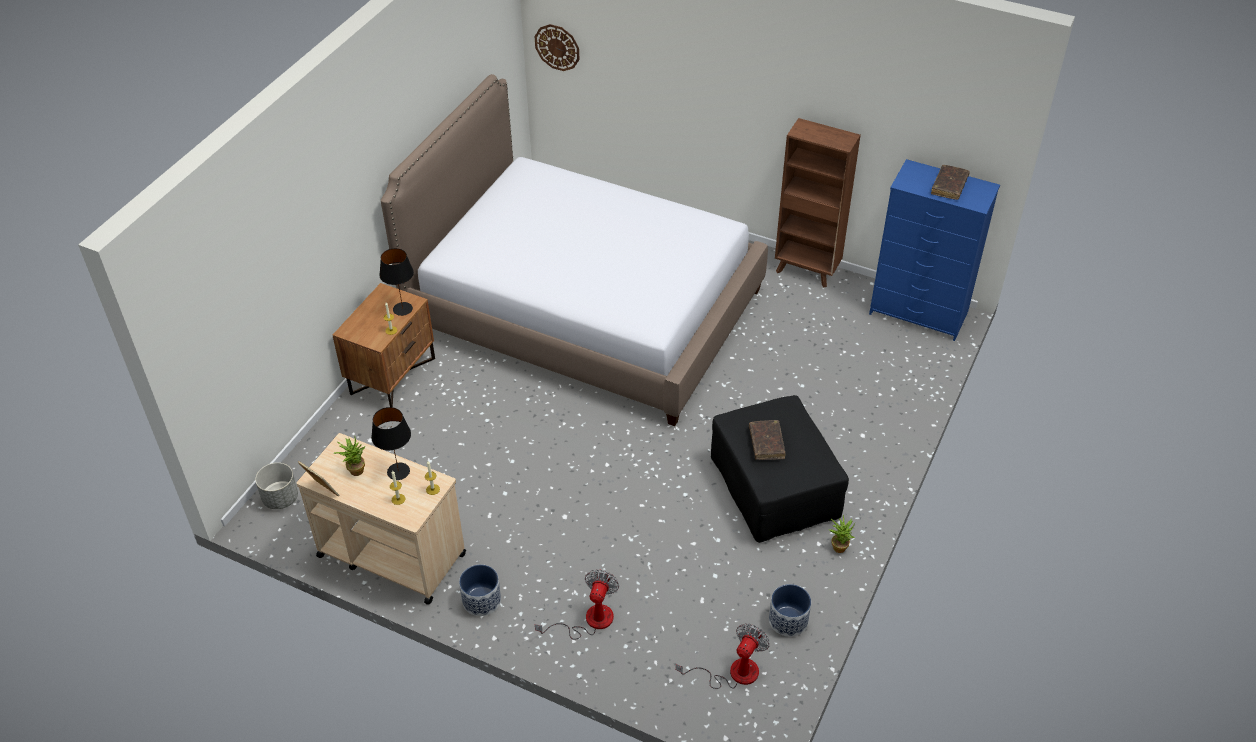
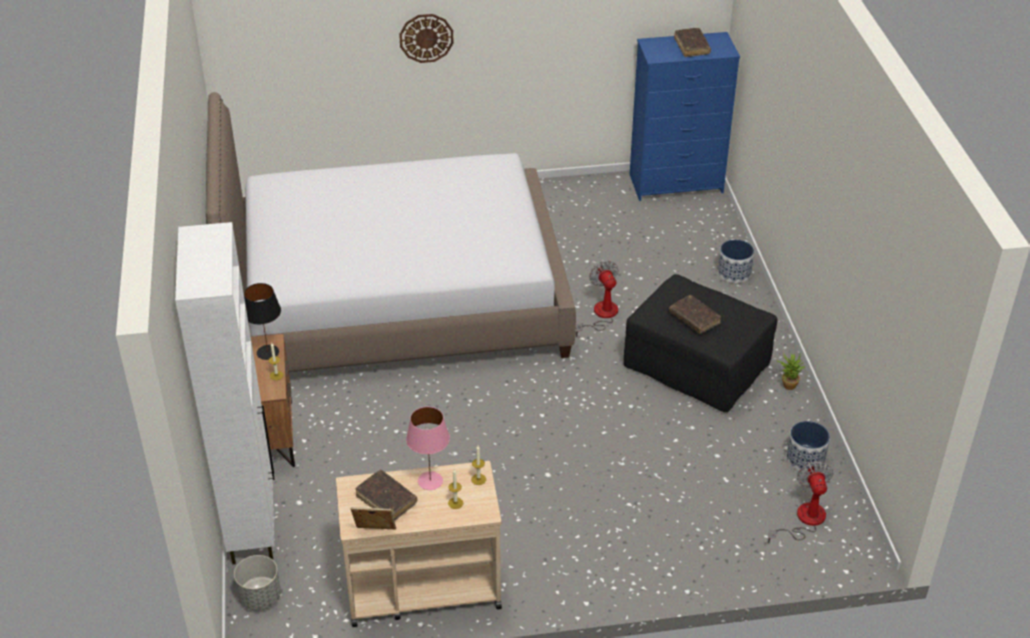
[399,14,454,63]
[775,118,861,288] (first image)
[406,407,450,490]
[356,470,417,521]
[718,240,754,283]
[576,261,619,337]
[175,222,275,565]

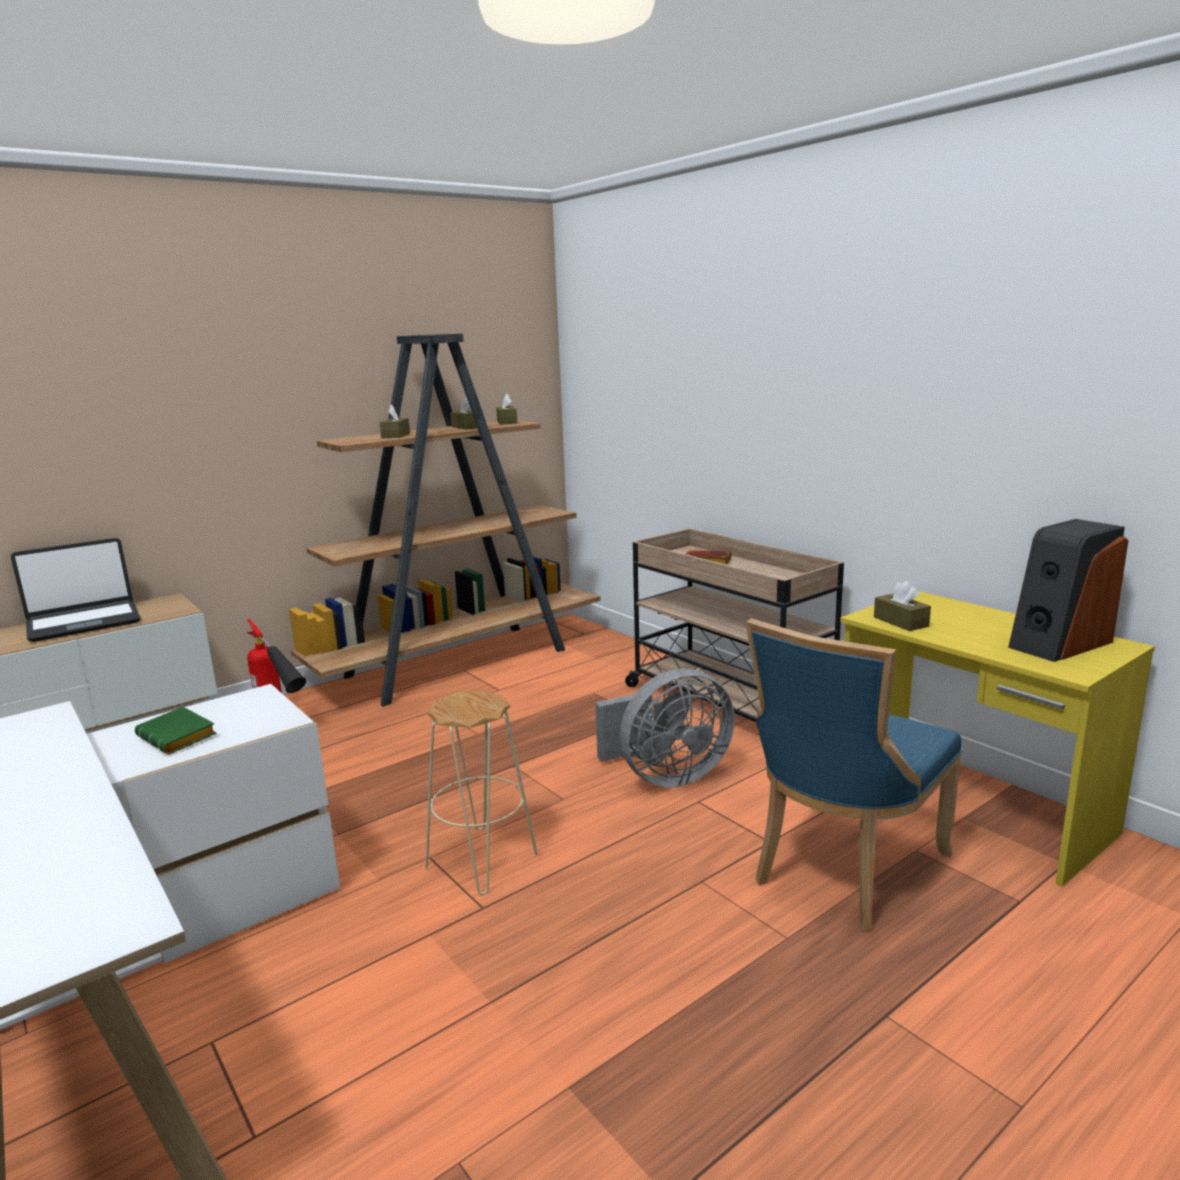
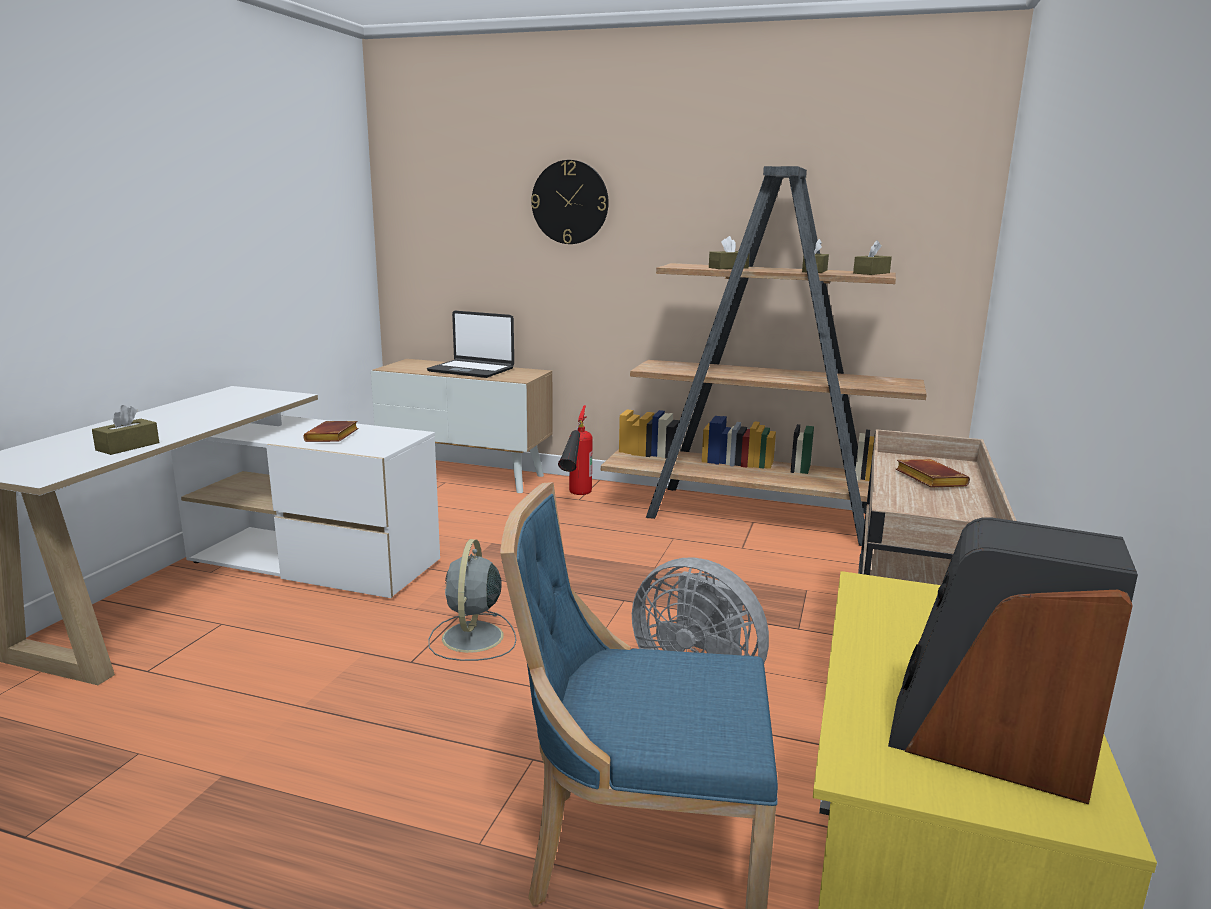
[92,405,159,455]
[428,539,516,661]
[303,421,359,442]
[531,160,609,244]

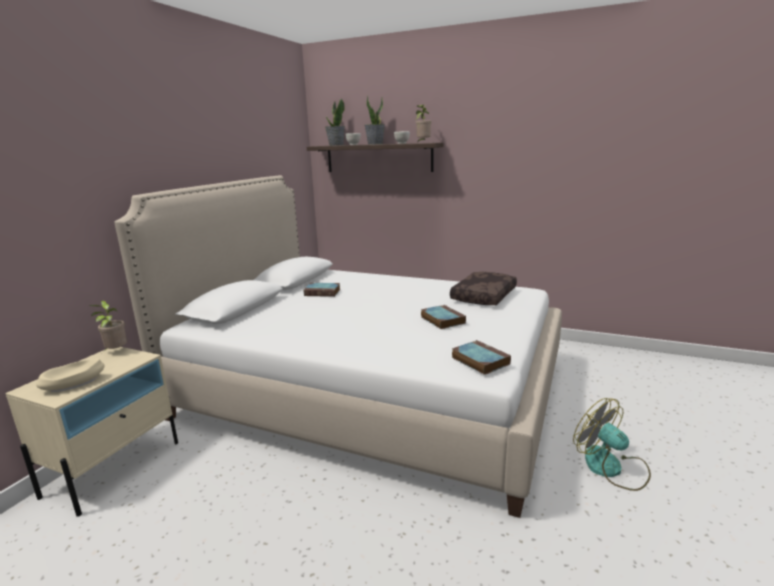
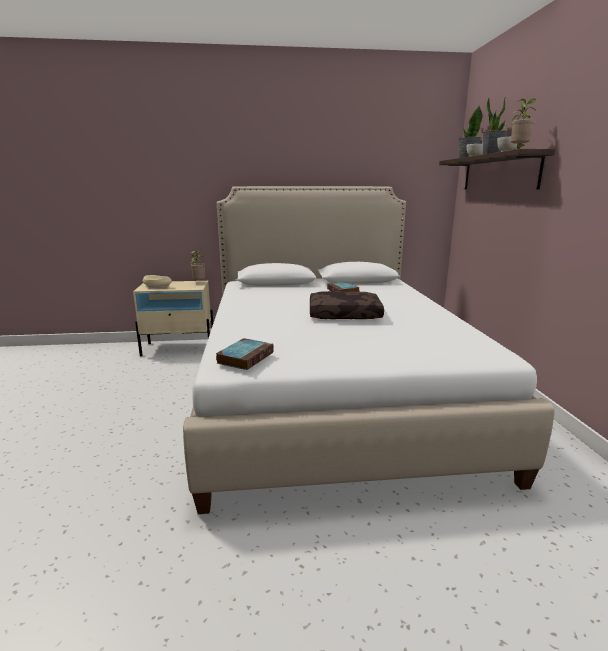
[310,291,384,319]
[421,305,466,329] (first image)
[573,398,651,491] (first image)

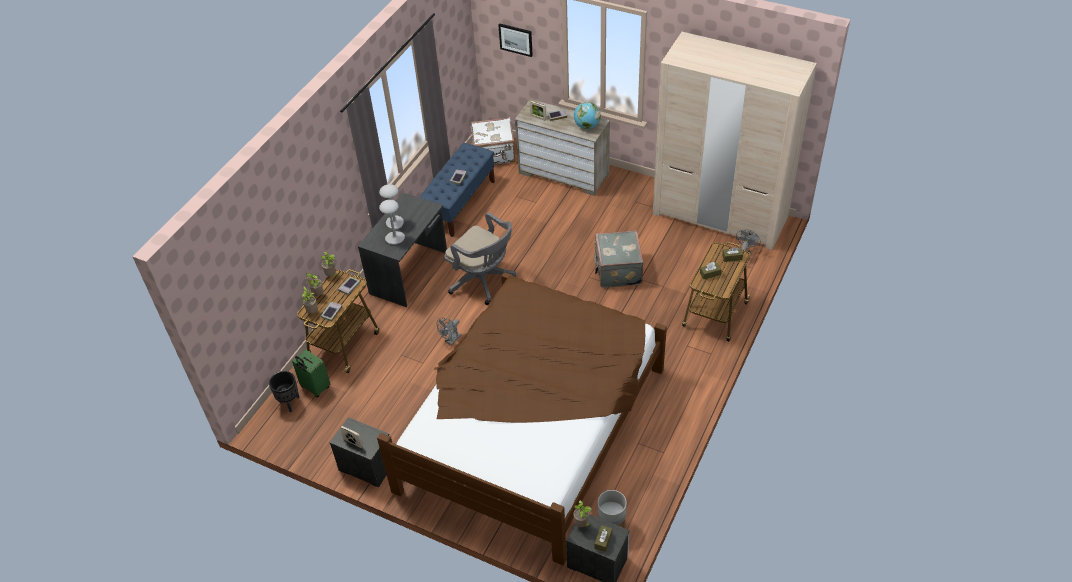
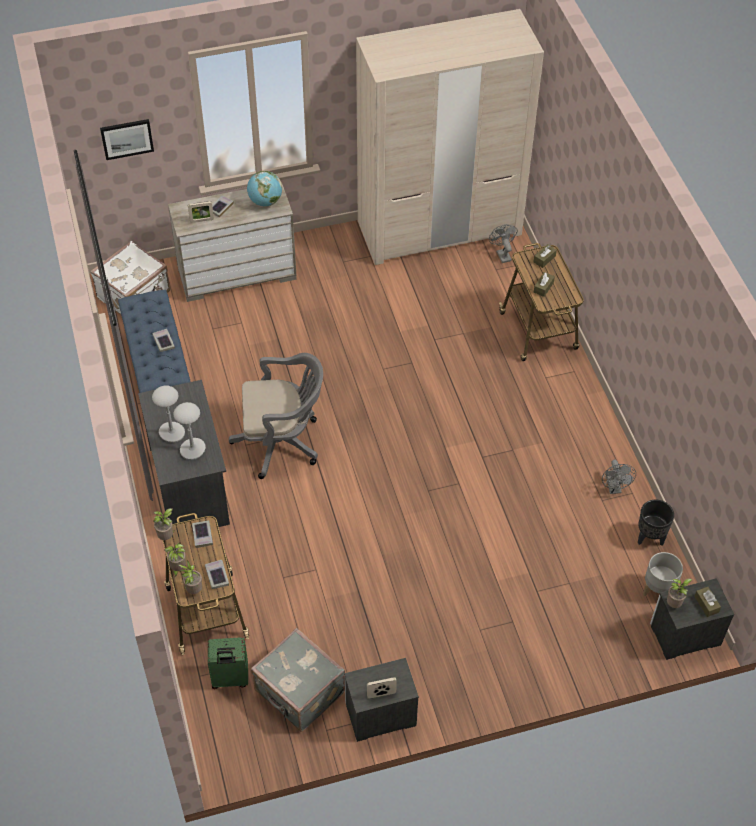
[251,628,345,732]
[377,272,667,565] (first image)
[602,459,636,494]
[638,500,674,546]

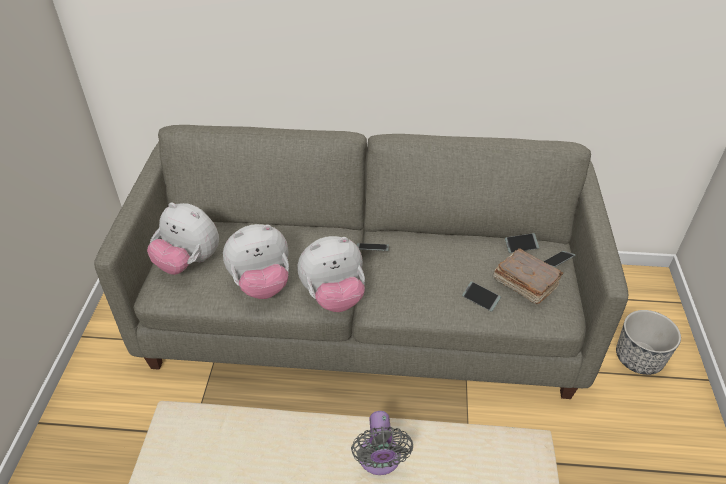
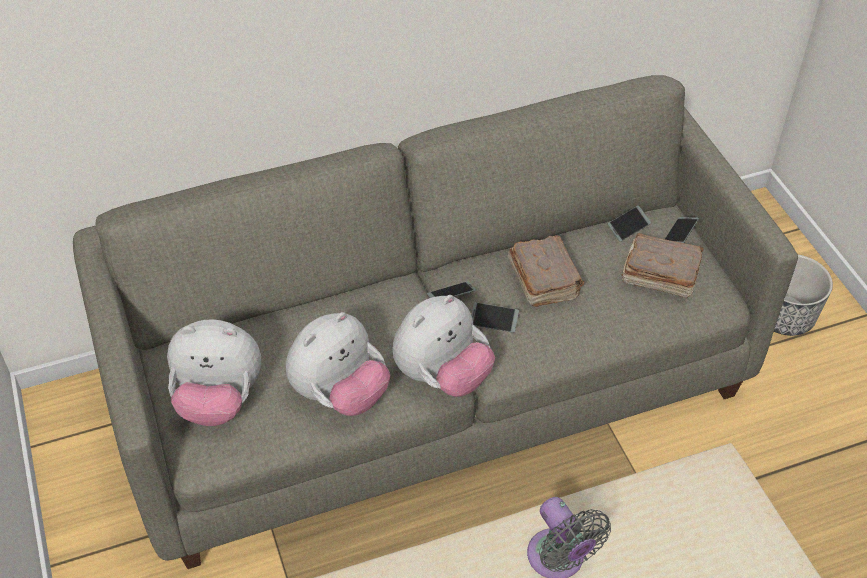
[471,302,519,333]
[508,235,584,307]

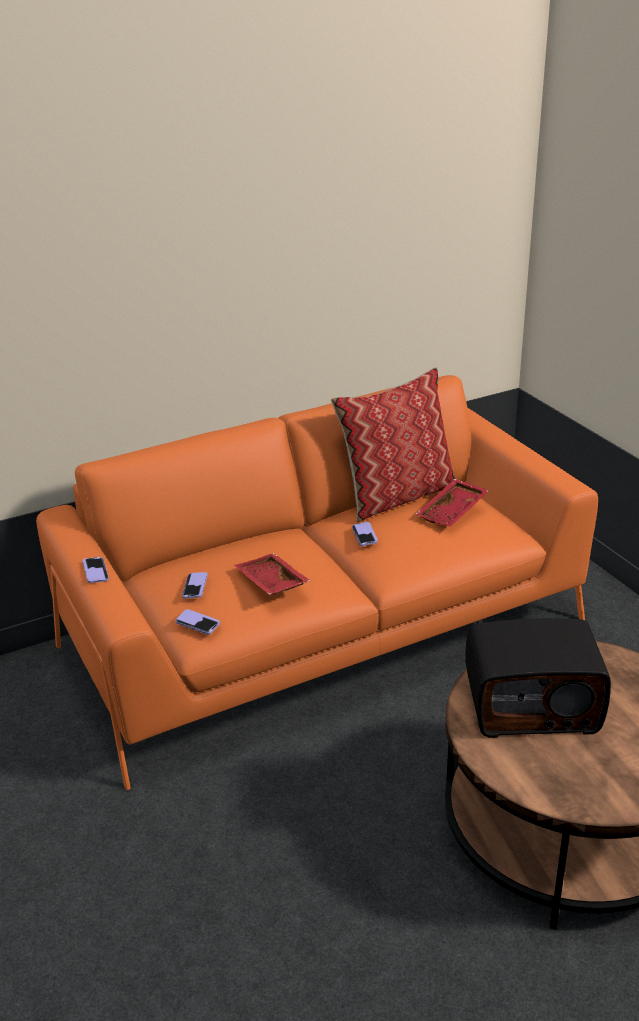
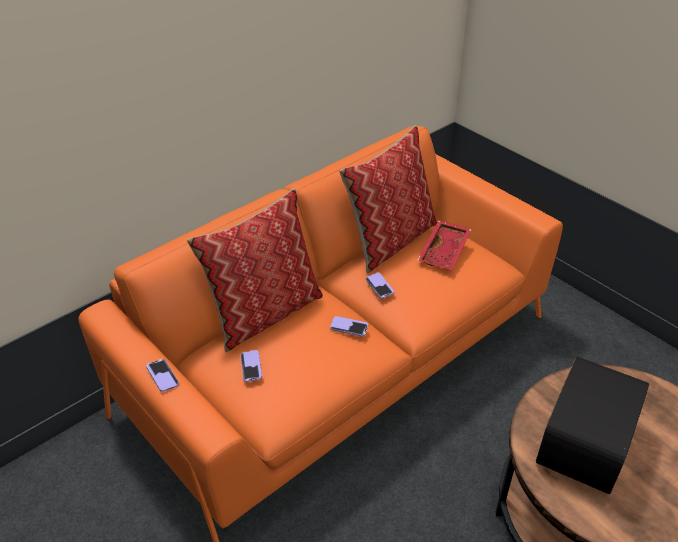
[234,553,311,595] (first image)
[330,316,368,337]
[536,357,649,494]
[187,188,323,352]

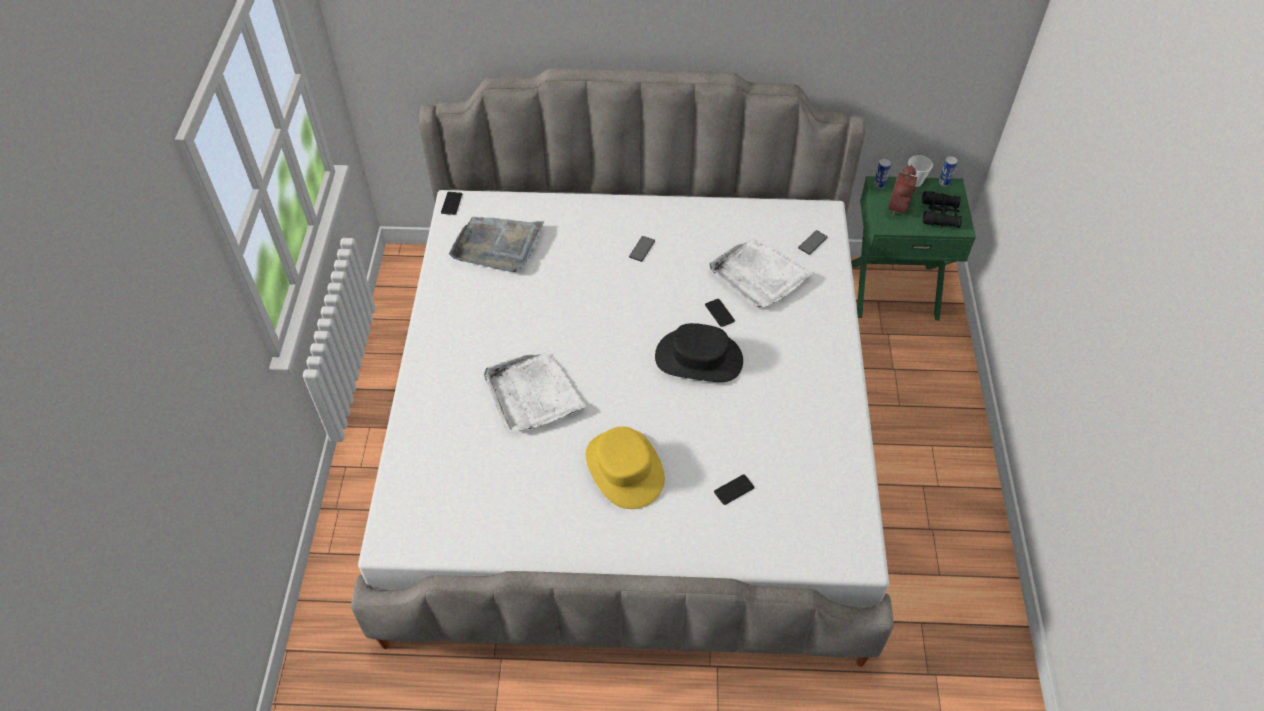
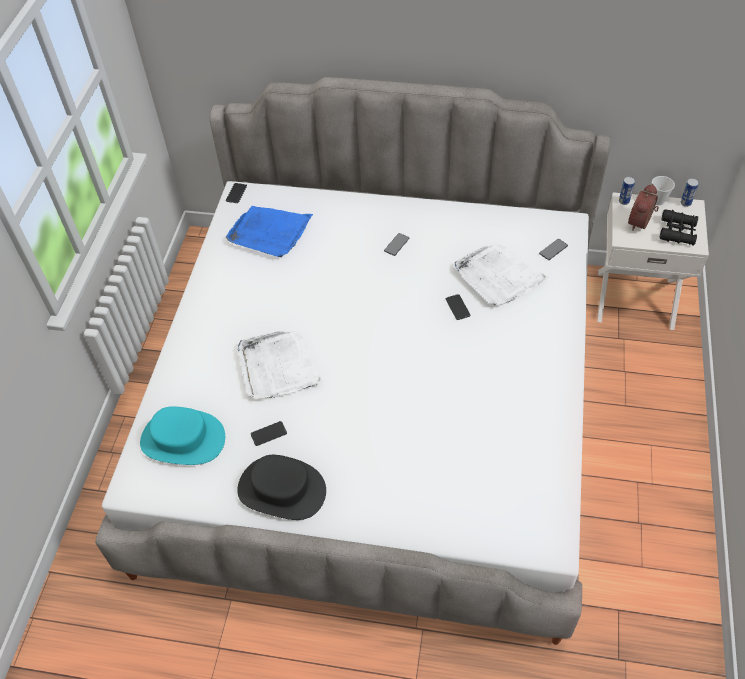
[597,192,709,330]
[226,206,313,257]
[237,455,326,520]
[586,427,665,509] (first image)
[251,421,287,446]
[140,406,225,465]

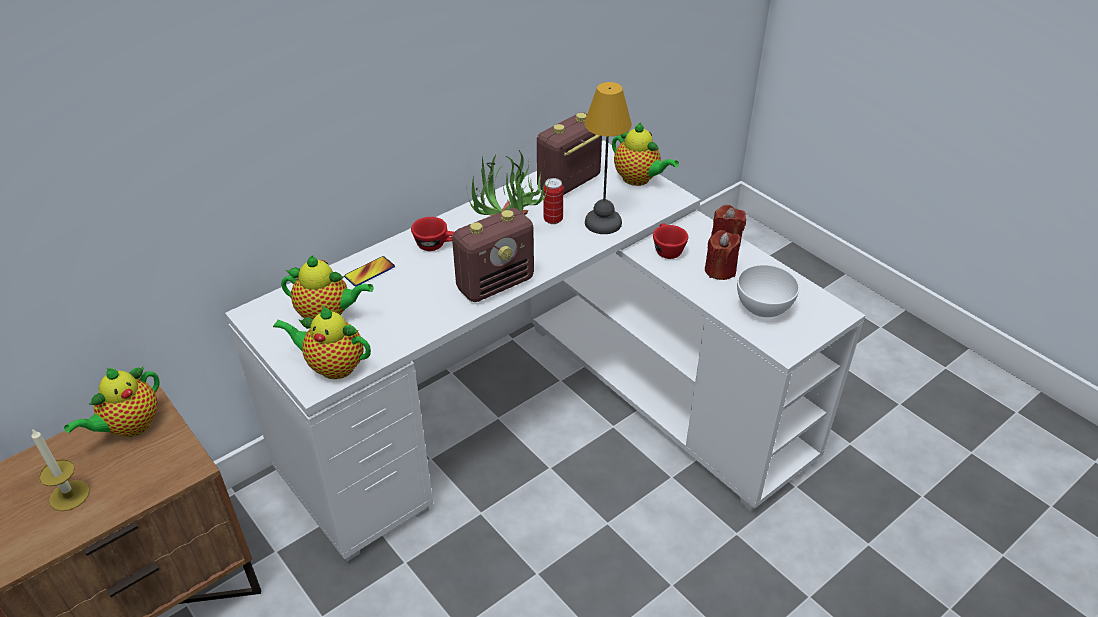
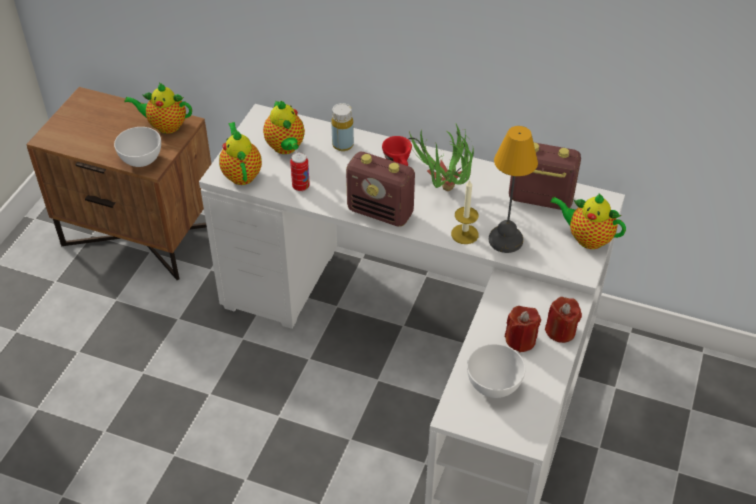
[551,193,626,249]
[290,152,310,191]
[653,223,688,259] (first image)
[331,103,354,151]
[451,180,479,244]
[114,127,161,167]

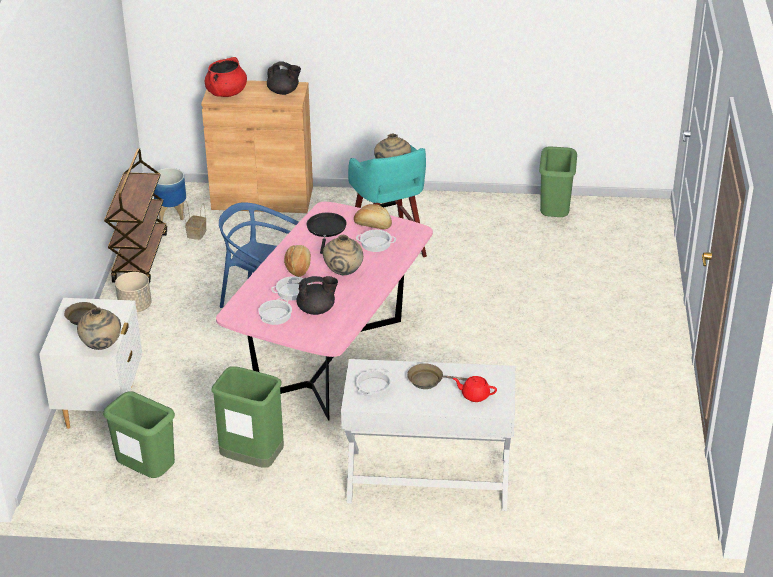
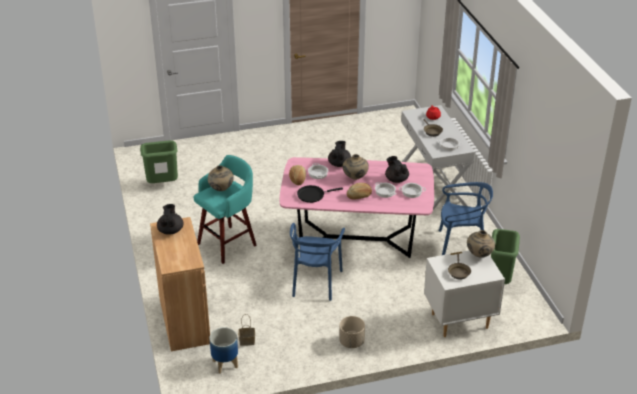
[205,57,247,97] (first image)
[104,148,167,284] (first image)
[439,182,493,255]
[328,141,351,167]

